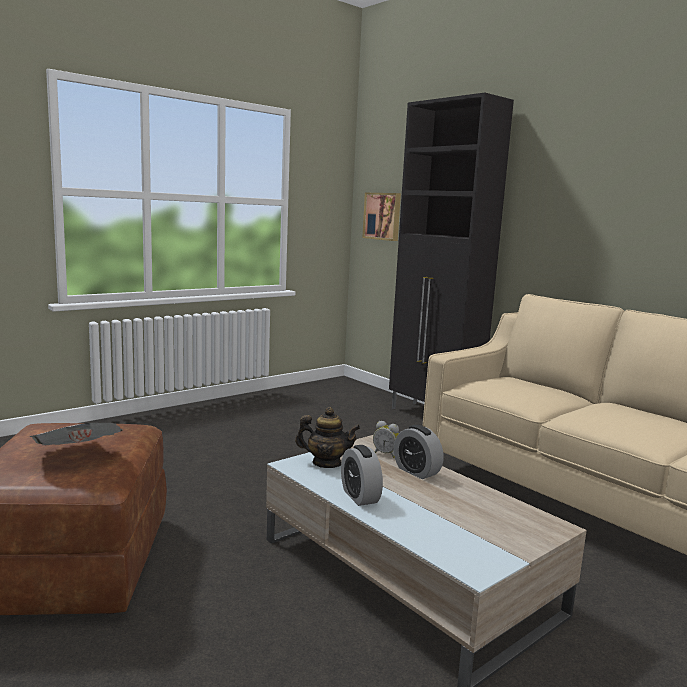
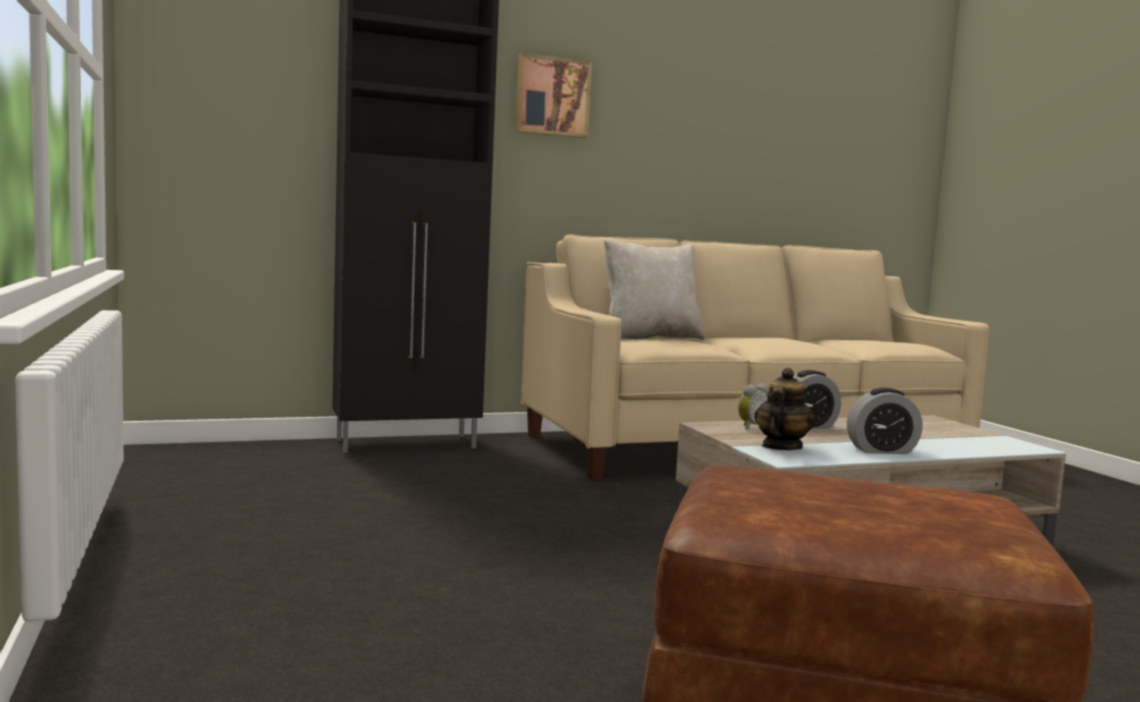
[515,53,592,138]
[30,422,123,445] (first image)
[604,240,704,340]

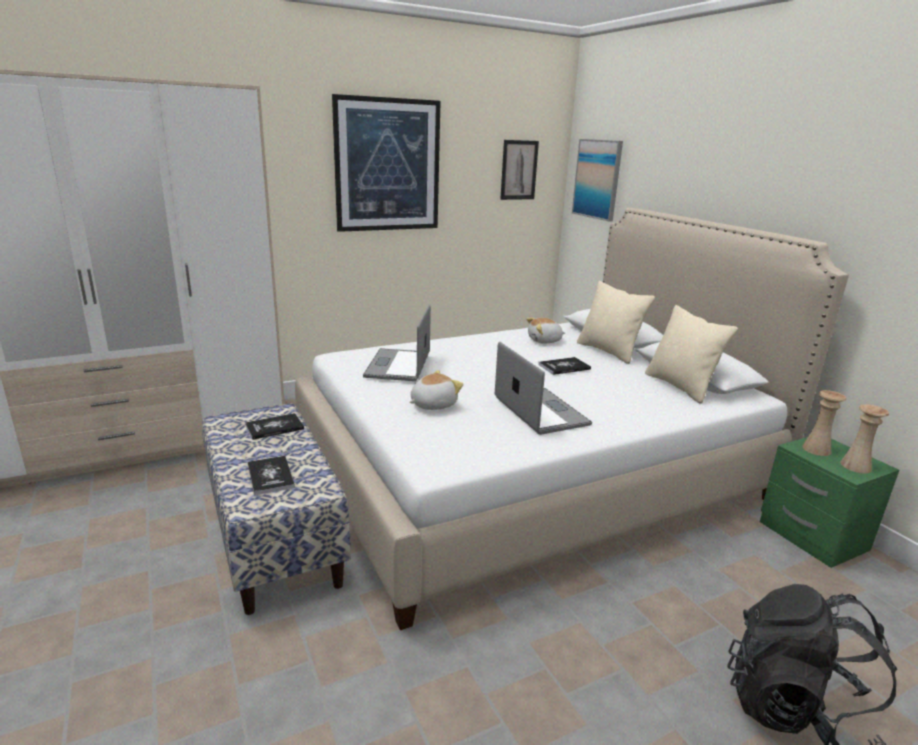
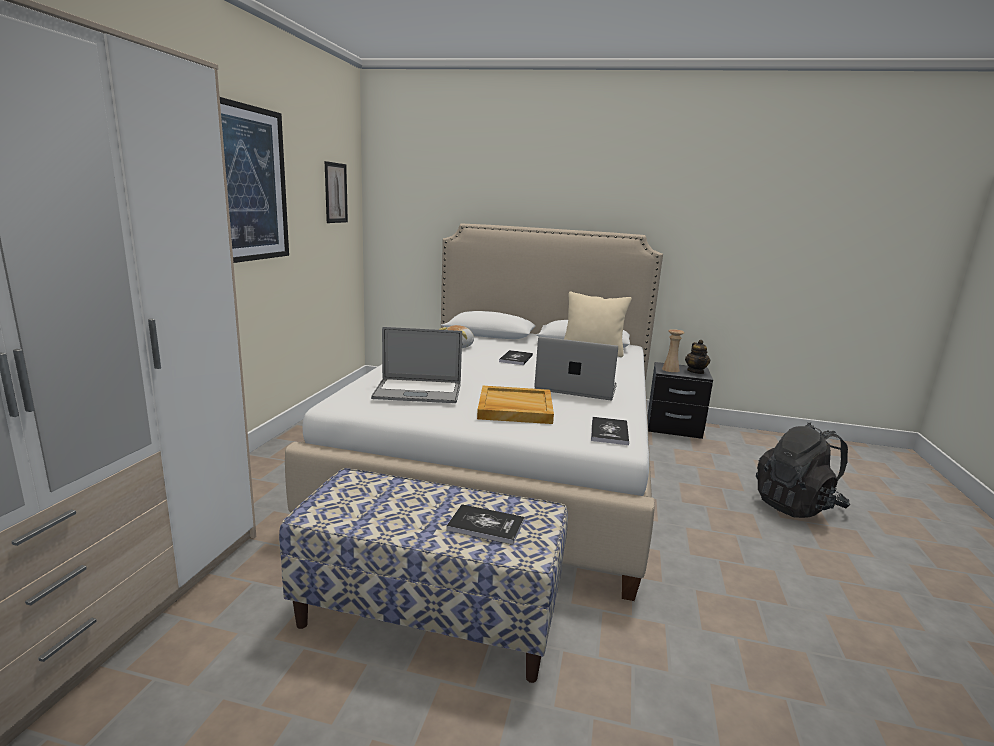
[572,139,623,221] (first image)
[577,281,655,364] (first image)
[371,327,462,403]
[477,386,554,424]
[685,340,711,374]
[591,417,629,445]
[647,362,713,439]

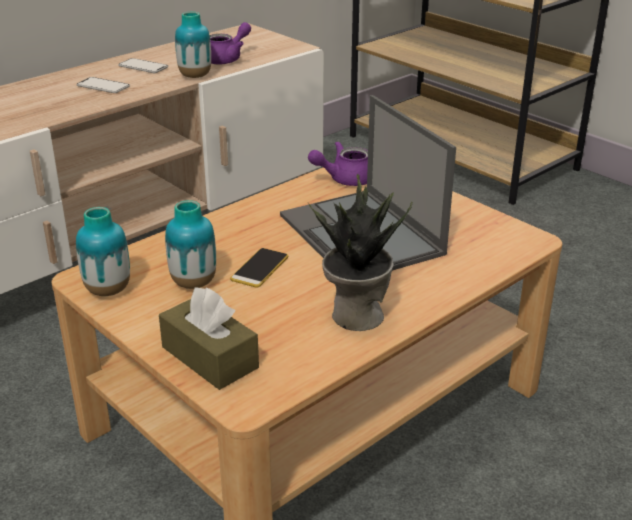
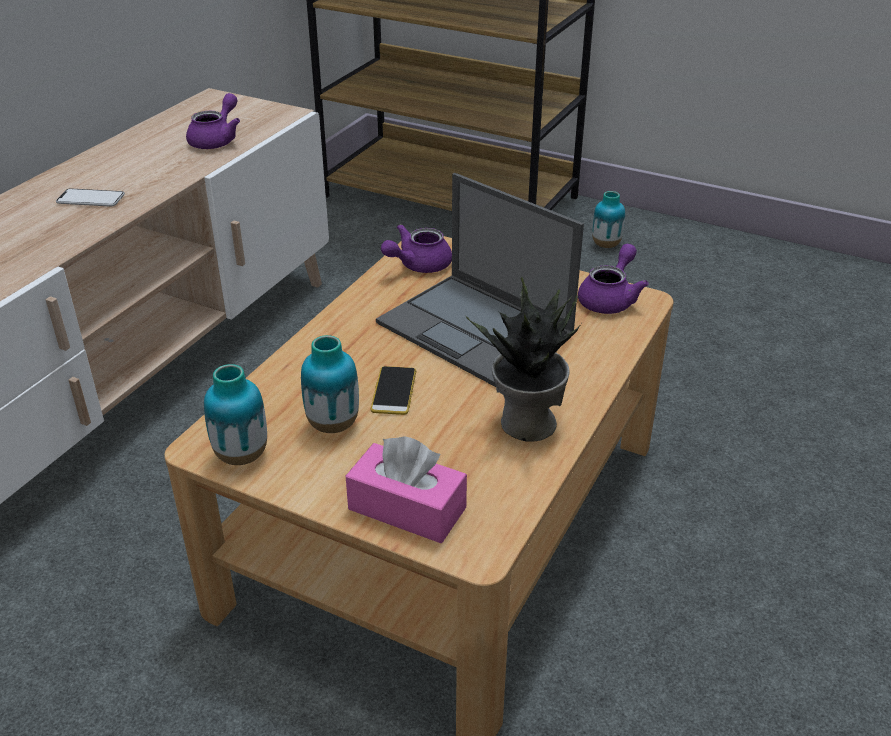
[592,191,625,248]
[118,58,168,74] (first image)
[346,436,467,543]
[578,244,649,314]

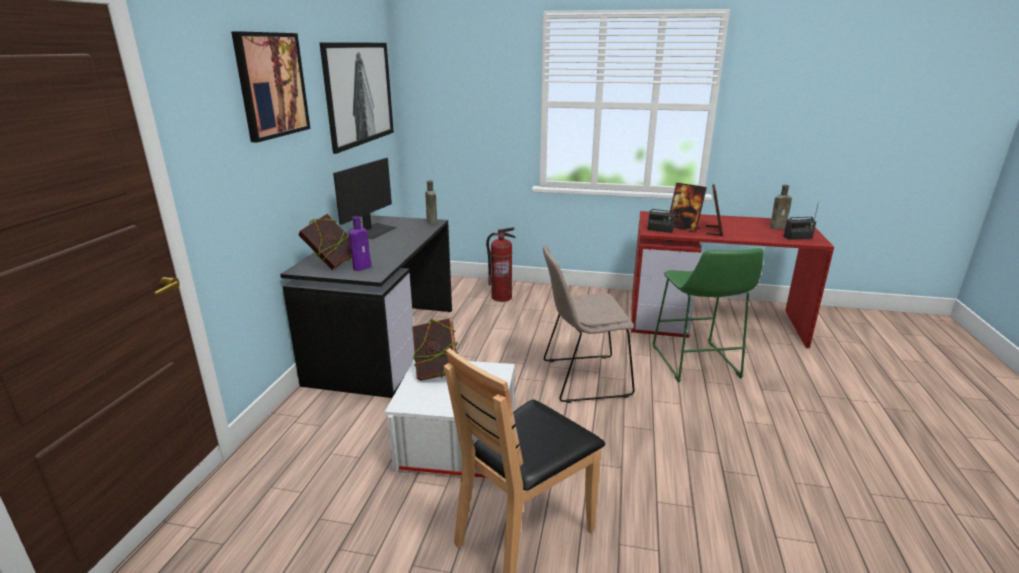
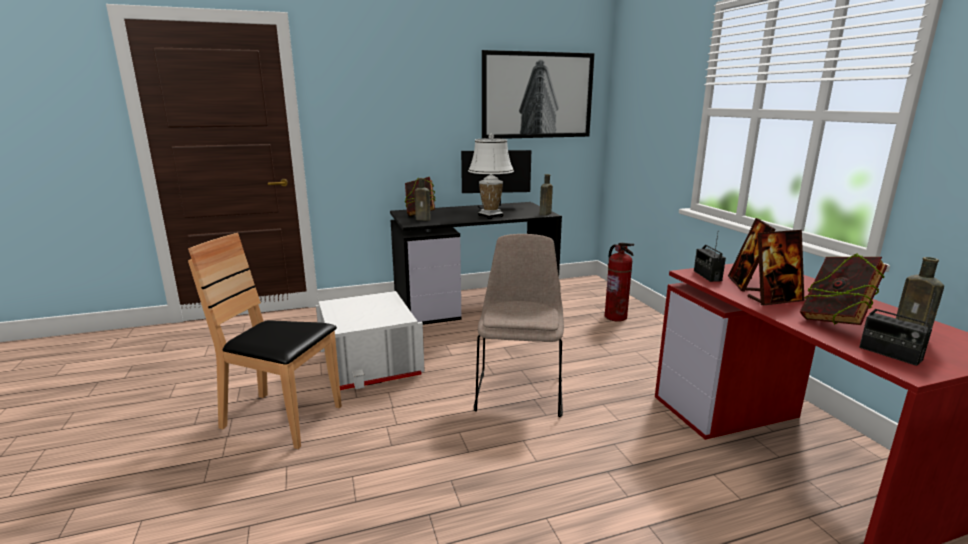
[231,31,310,143] (first image)
[415,178,431,221]
[474,234,564,417]
[652,248,764,382] (first image)
[800,254,888,325]
[468,134,514,219]

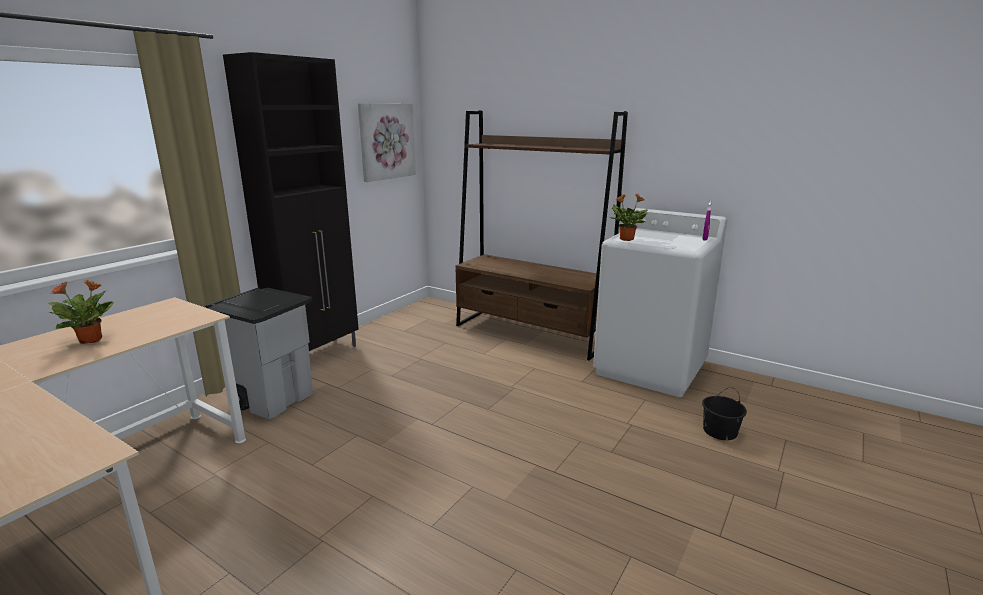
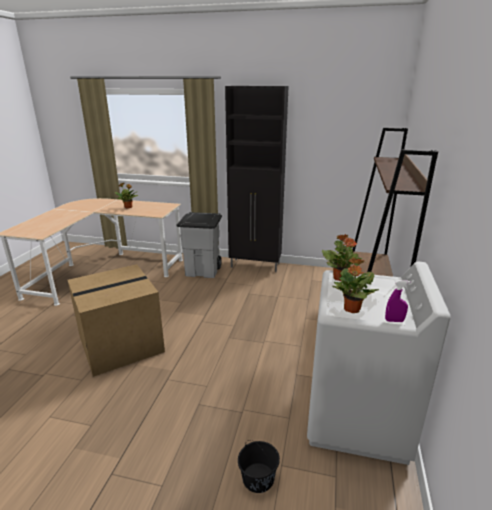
[358,103,416,182] (first image)
[332,258,379,313]
[67,264,165,377]

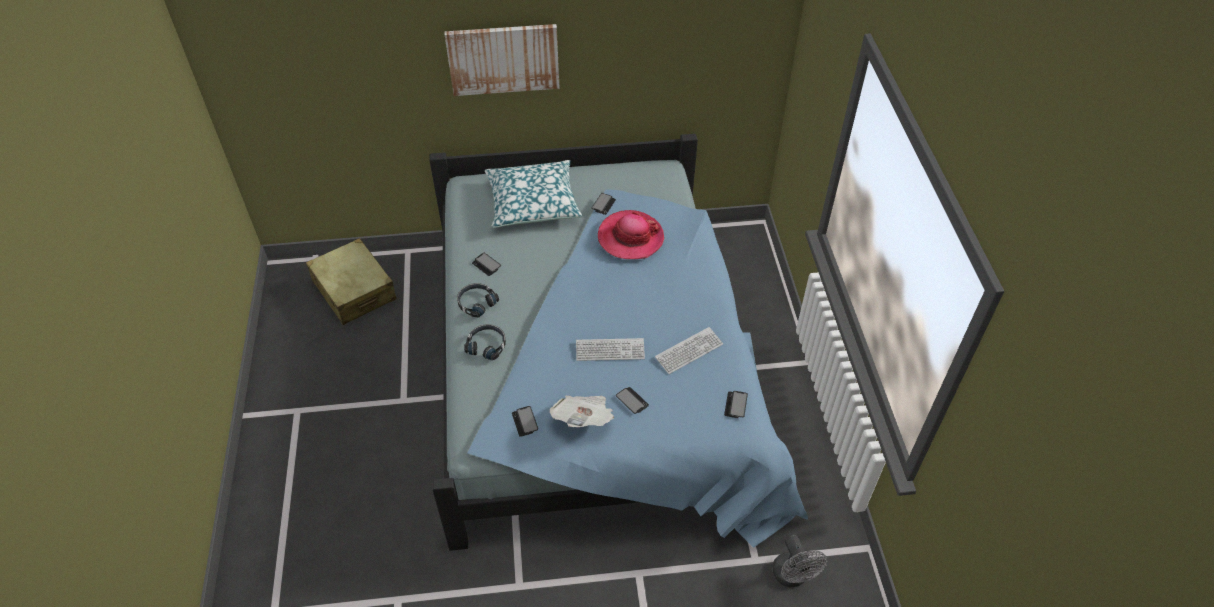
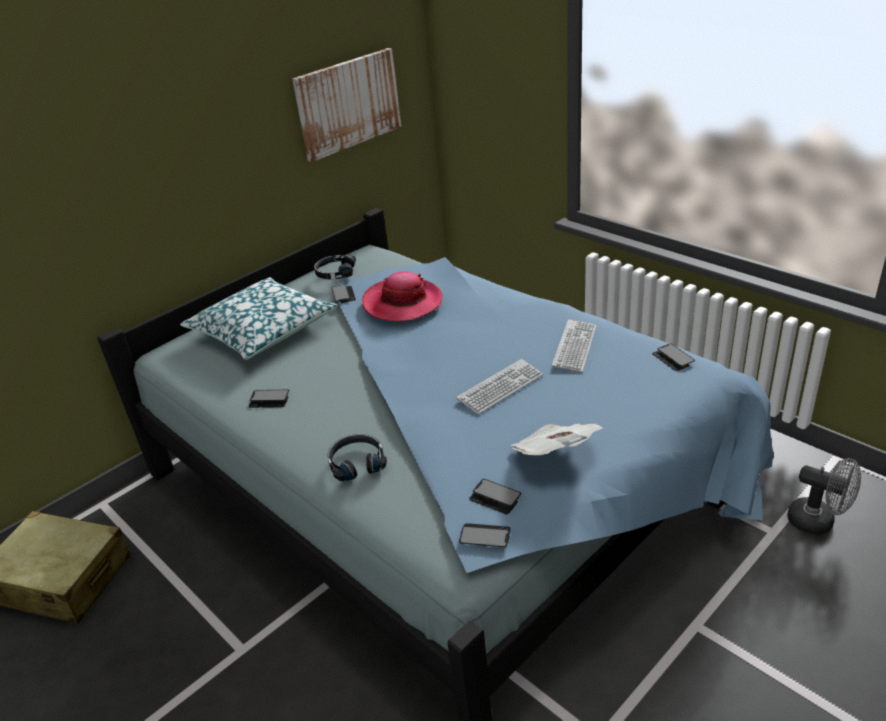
[292,48,401,162]
[314,255,356,279]
[459,523,511,547]

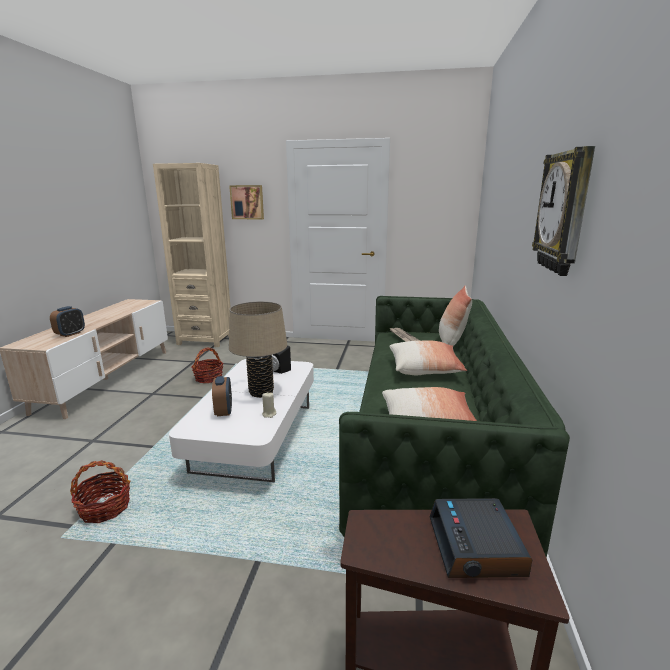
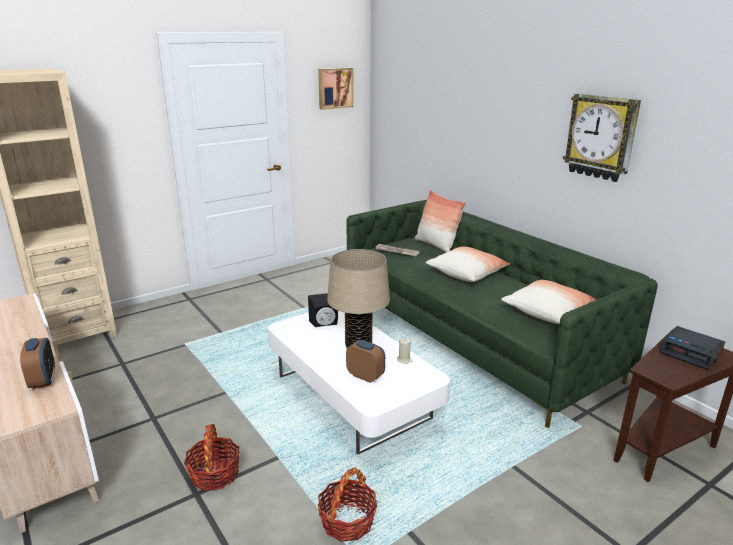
[318,68,354,110]
[184,424,240,491]

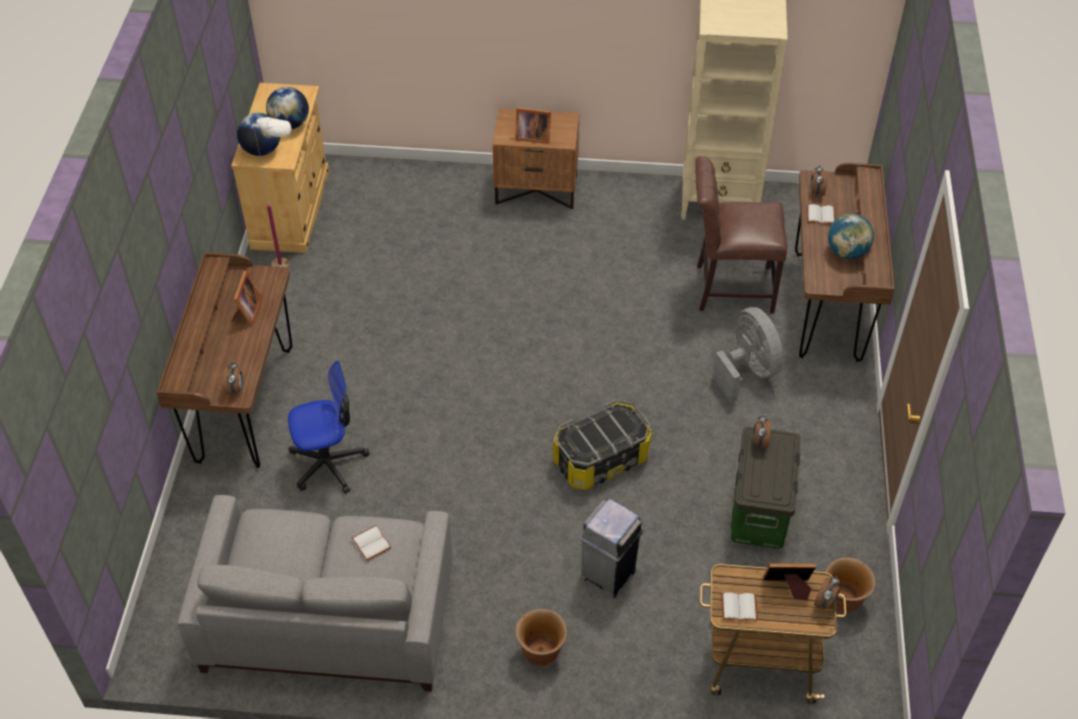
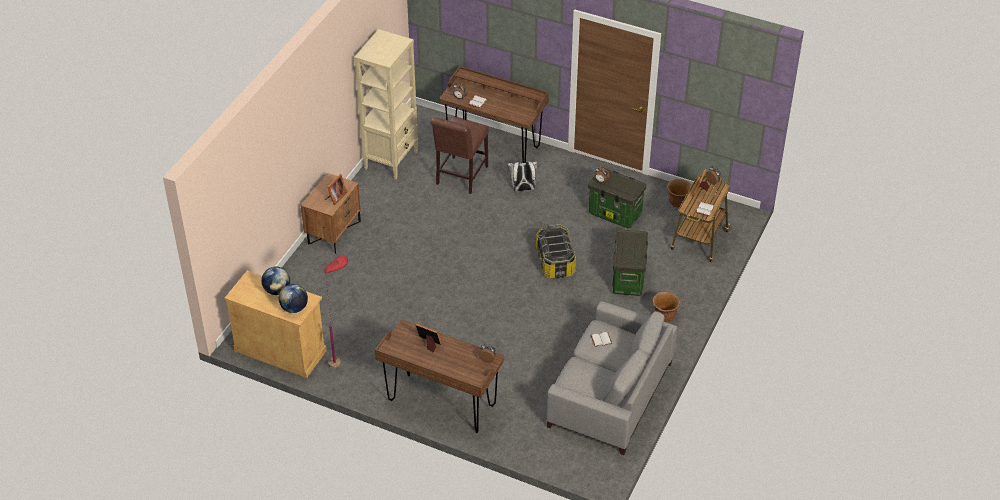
[324,255,348,368]
[828,214,874,259] (first image)
[508,160,537,191]
[288,361,369,494] (first image)
[612,229,648,296]

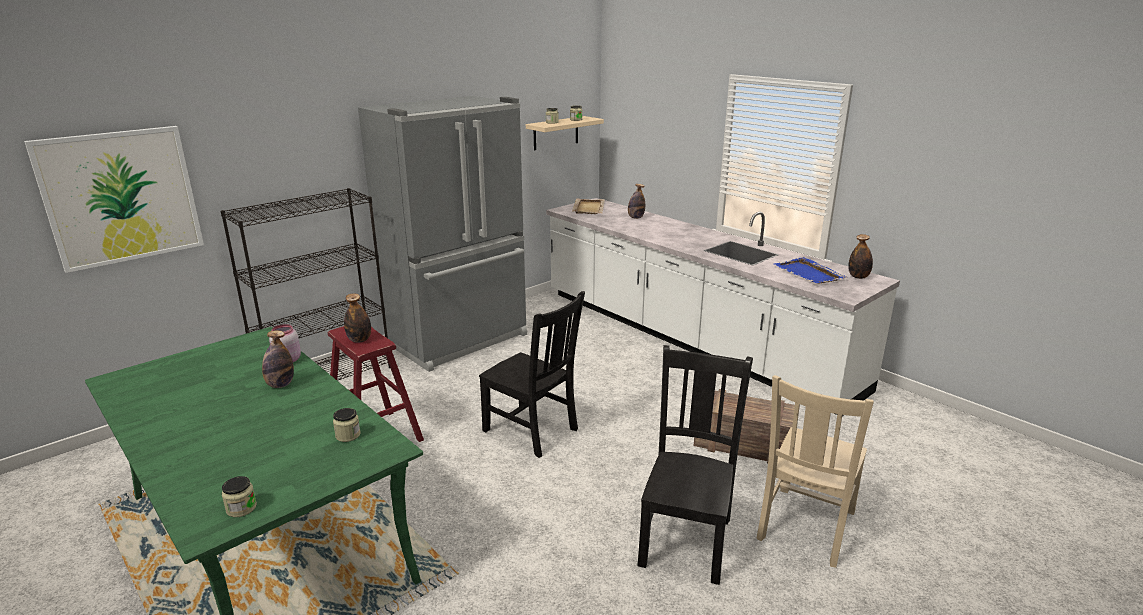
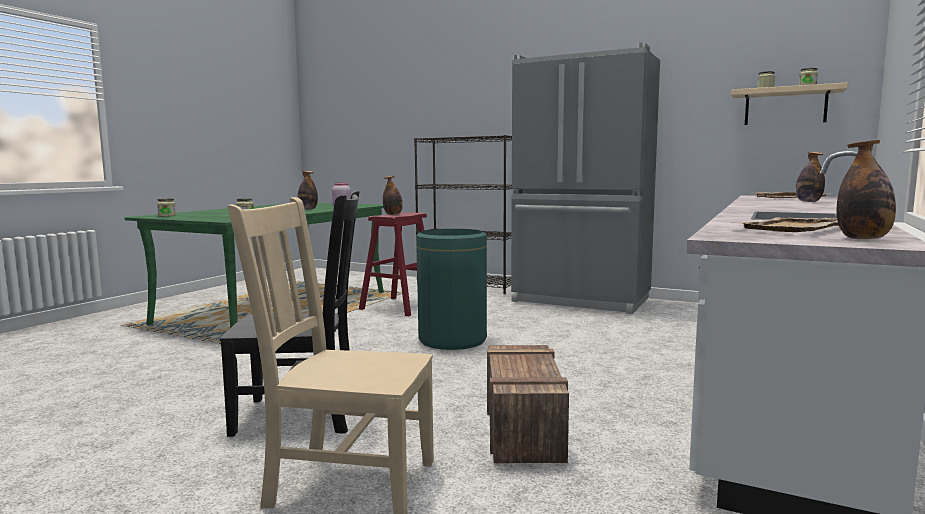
[24,126,204,273] (first image)
[731,218,839,232]
[417,229,487,350]

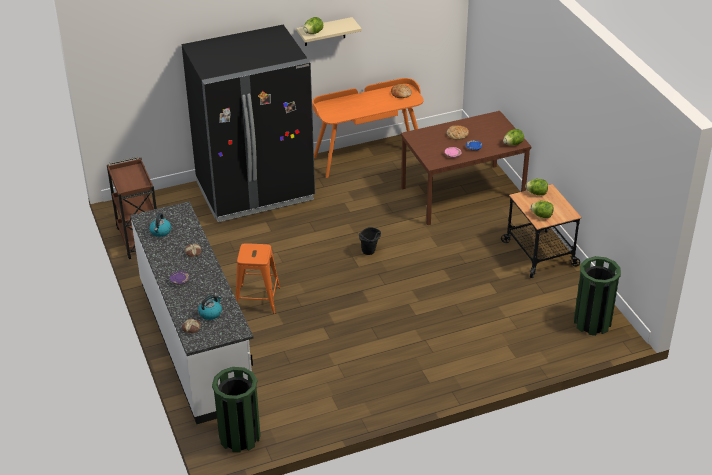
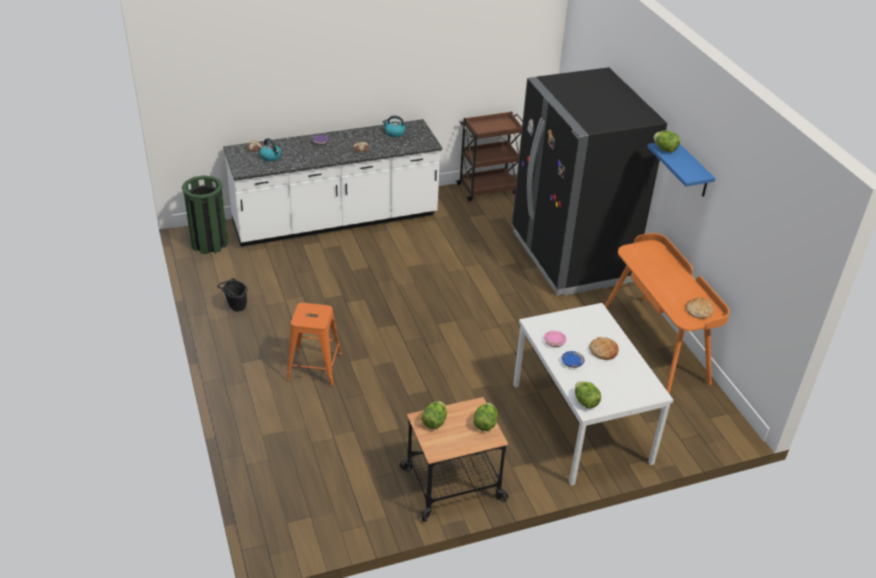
[647,143,715,197]
[513,303,673,486]
[217,278,248,312]
[287,303,342,386]
[574,256,621,335] (first image)

